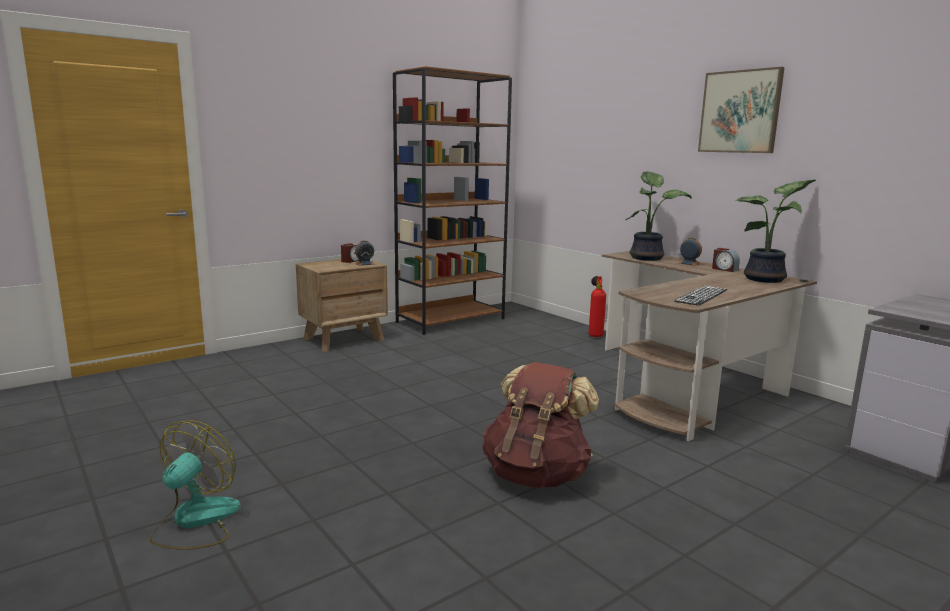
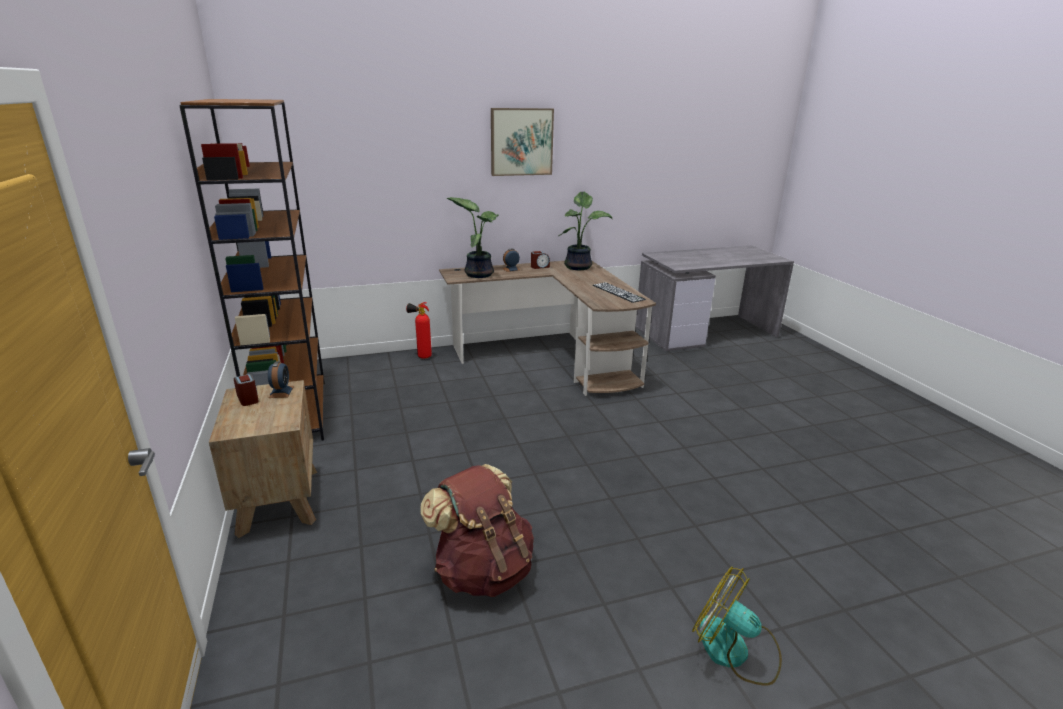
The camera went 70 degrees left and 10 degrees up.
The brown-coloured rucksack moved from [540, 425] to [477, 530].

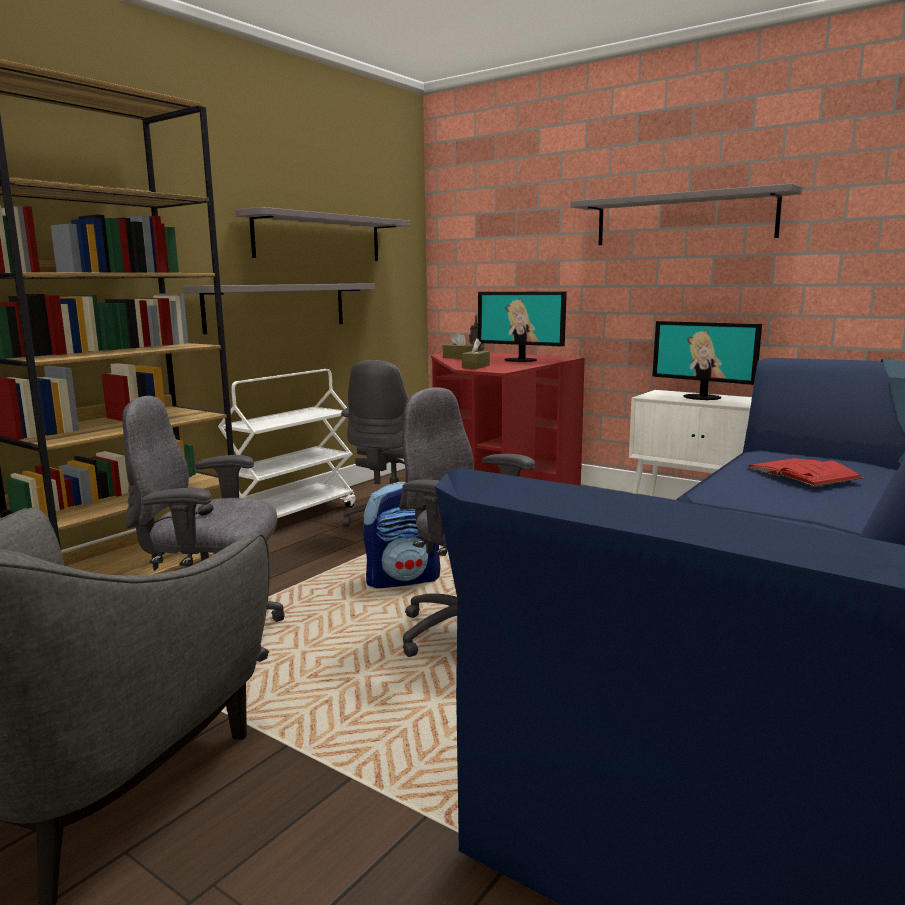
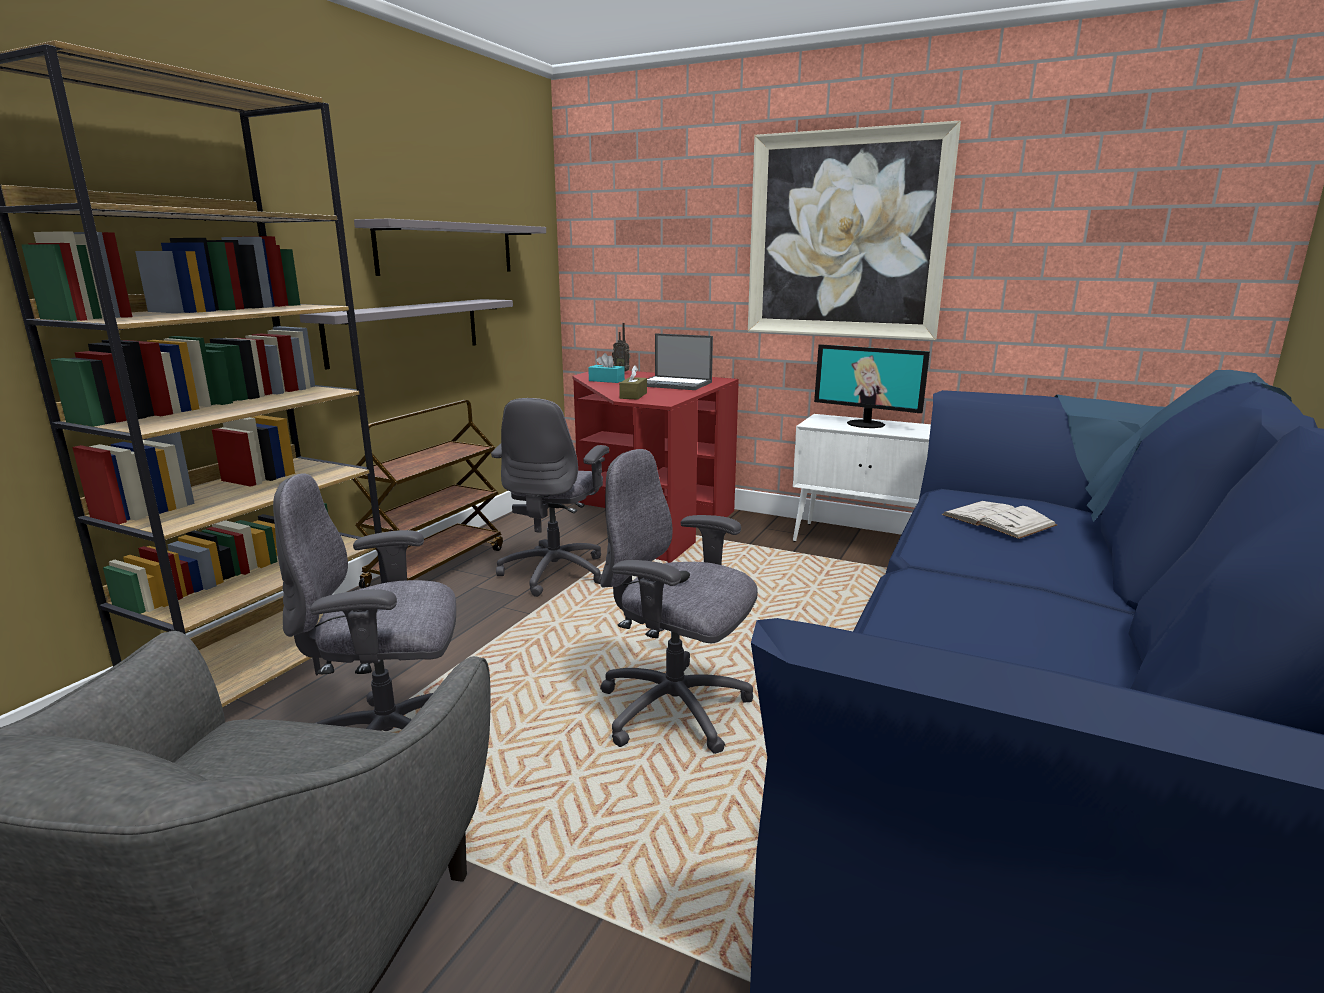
The camera went 10 degrees left and 5 degrees up.
The rucksack at [401, 535] disappeared.
The monitor at [522, 326] was replaced by the laptop at [680, 361].
The grey wall shelf at [686, 214] was replaced by the wall picture at [854, 230].
The whitish wheeled cart at [286, 443] became the brown-coloured wheeled cart at [427, 494].
The brown-coloured box of tissues at [458, 345] became the turquoise box of tissues at [606, 368].
The reddish volume at [805, 472] became the whitish volume at [999, 520].

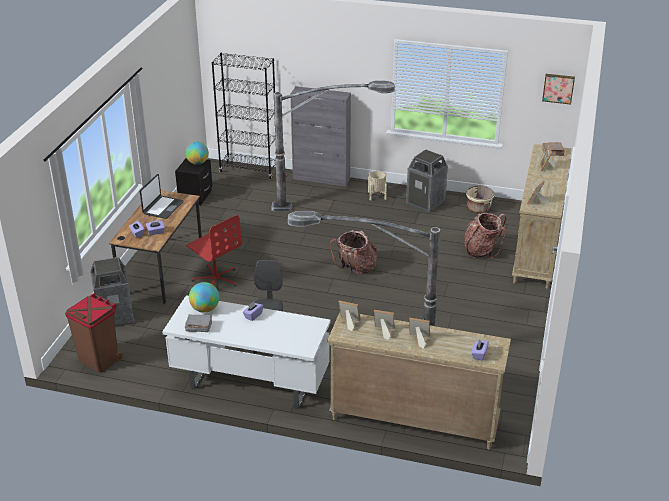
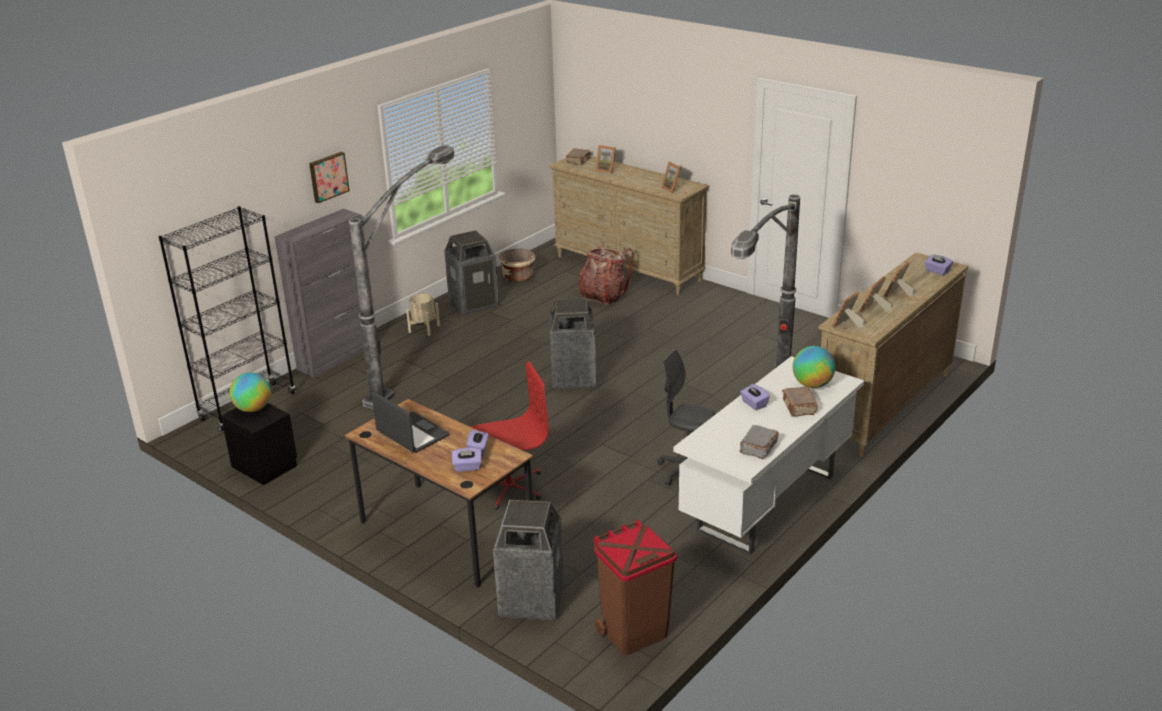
The camera went 65 degrees left and 5 degrees down.
The brown-coloured volume at [800, 402] appeared.
The world globe moved from [204, 297] to [814, 367].
The wall picture moved from [558, 89] to [329, 177].
The rucksack at [353, 253] was replaced by the waste bin at [573, 343].

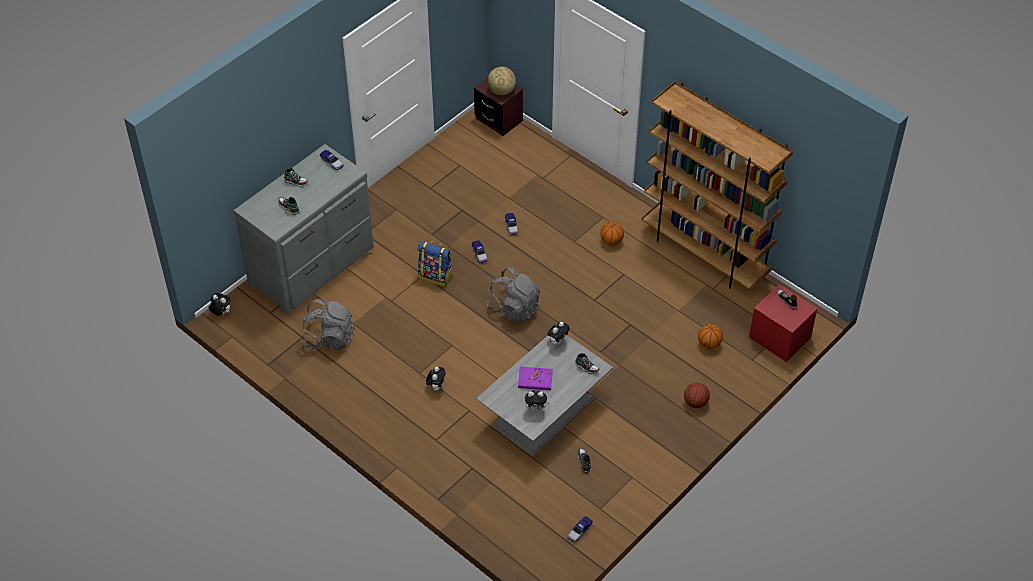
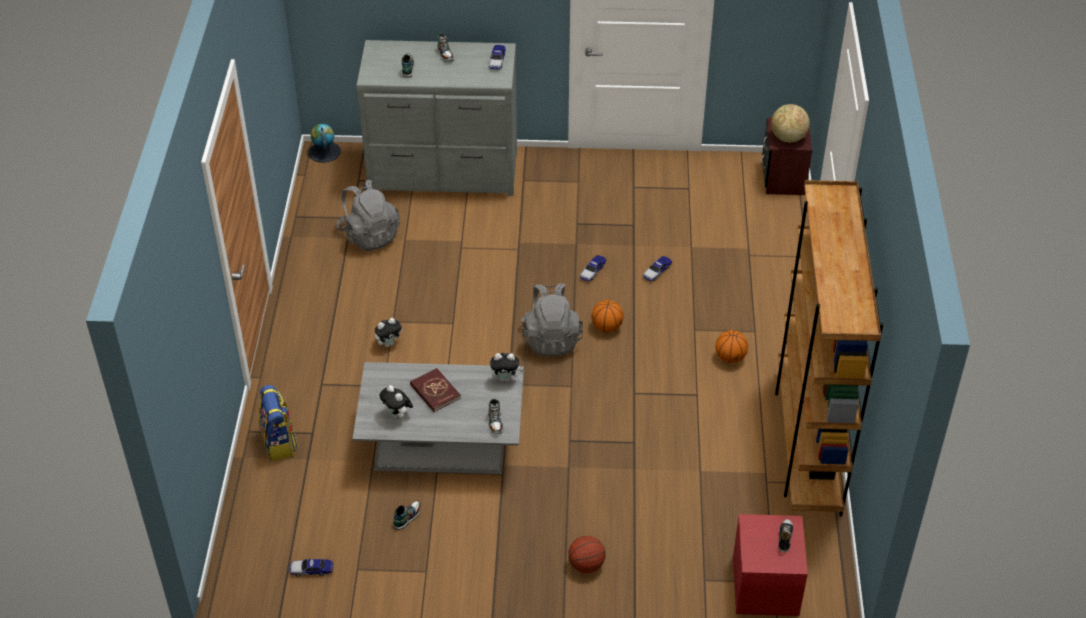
The camera went 50 degrees right and 5 degrees down.
The rucksack moved from [435, 264] to [278, 423].
The basketball moved from [710, 336] to [607, 316].
The plush toy at [220, 304] was replaced by the world globe at [324, 143].
The purple-coloured volume at [535, 378] became the reddish volume at [435, 390].

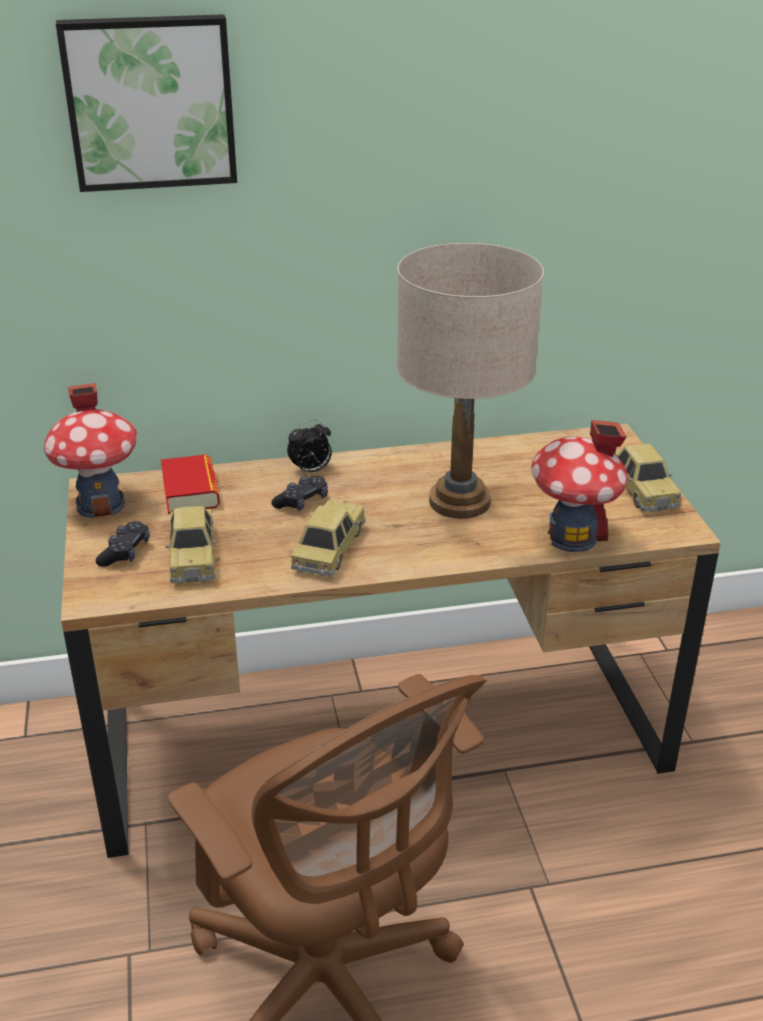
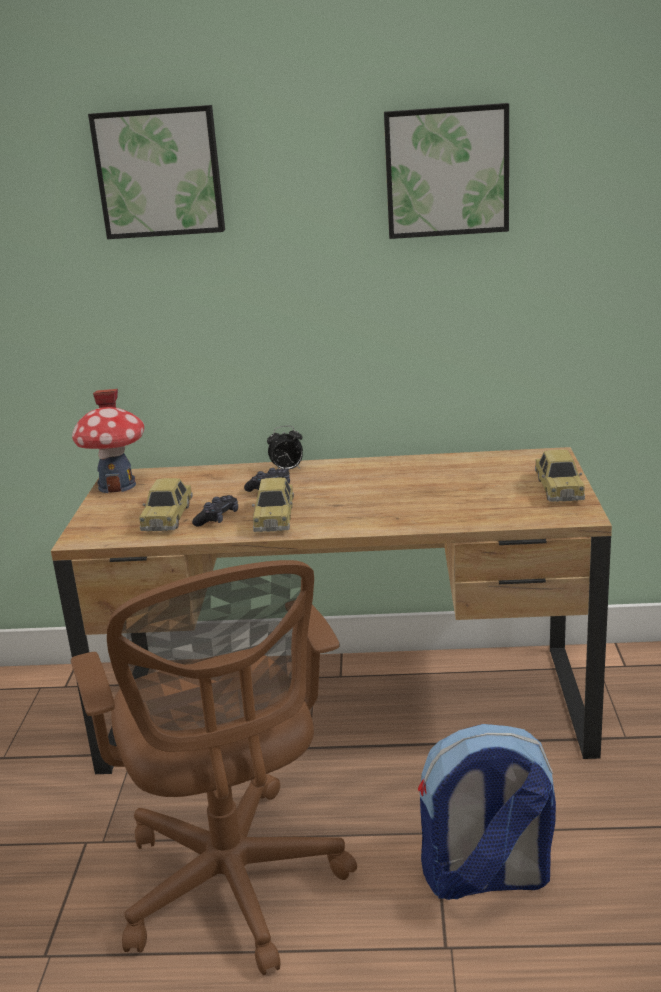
The camera went 15 degrees right and 10 degrees down.
The volume at [190, 484] disappeared.
The sand-coloured table lamp at [470, 381] disappeared.
The miniature house at [580, 486] disappeared.
The wall picture at [446, 171] appeared.
The rucksack at [487, 812] appeared.
The black gamepad moved from [123, 544] to [215, 511].
The model car at [328, 538] turned 150 degrees clockwise.

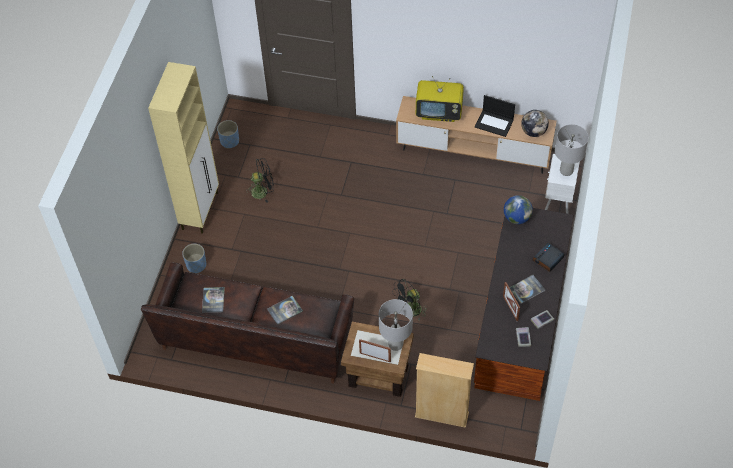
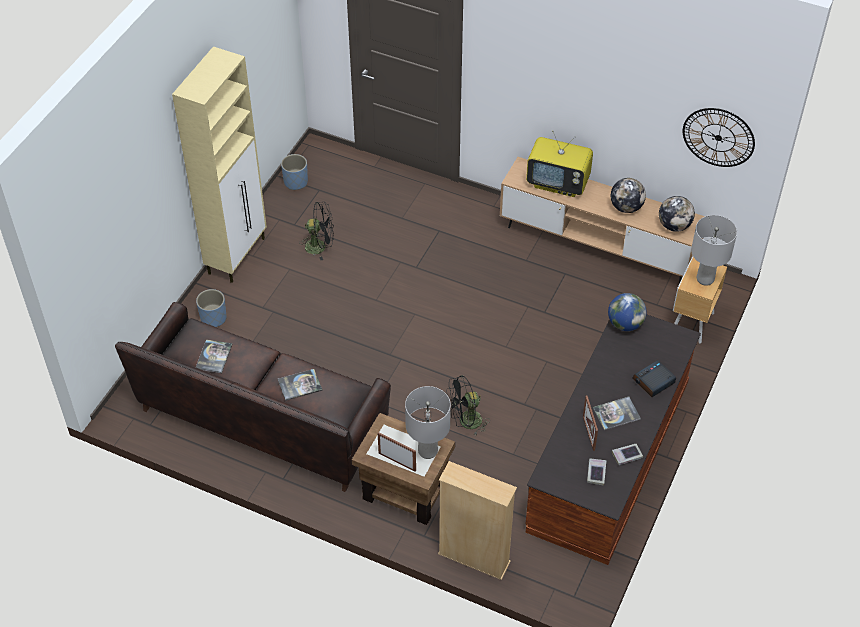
The camera went 10 degrees right and 5 degrees down.
The hanging clock at [719, 137] appeared.
The laptop at [495, 116] was replaced by the world globe at [628, 195].
The whitish bedside table at [562, 184] became the brown-coloured bedside table at [700, 300].

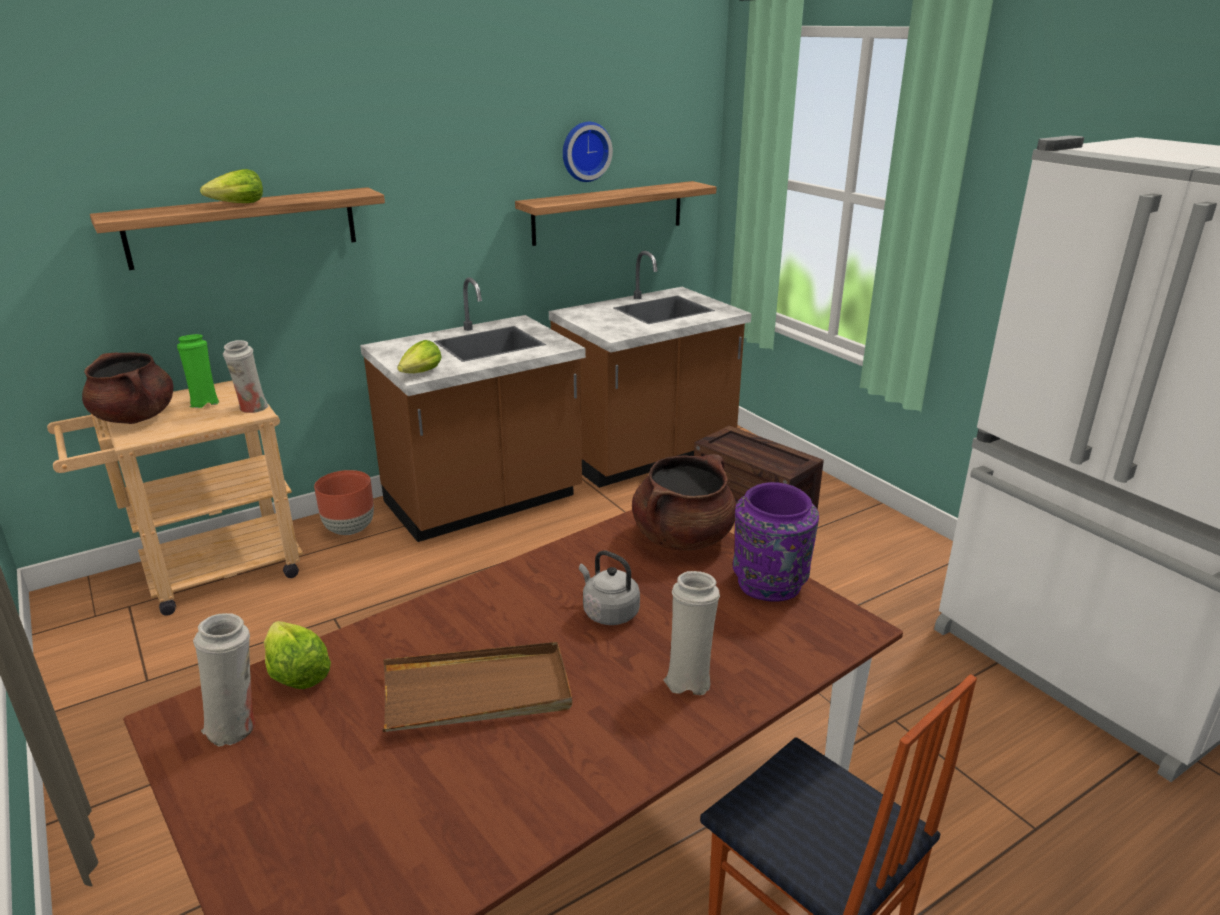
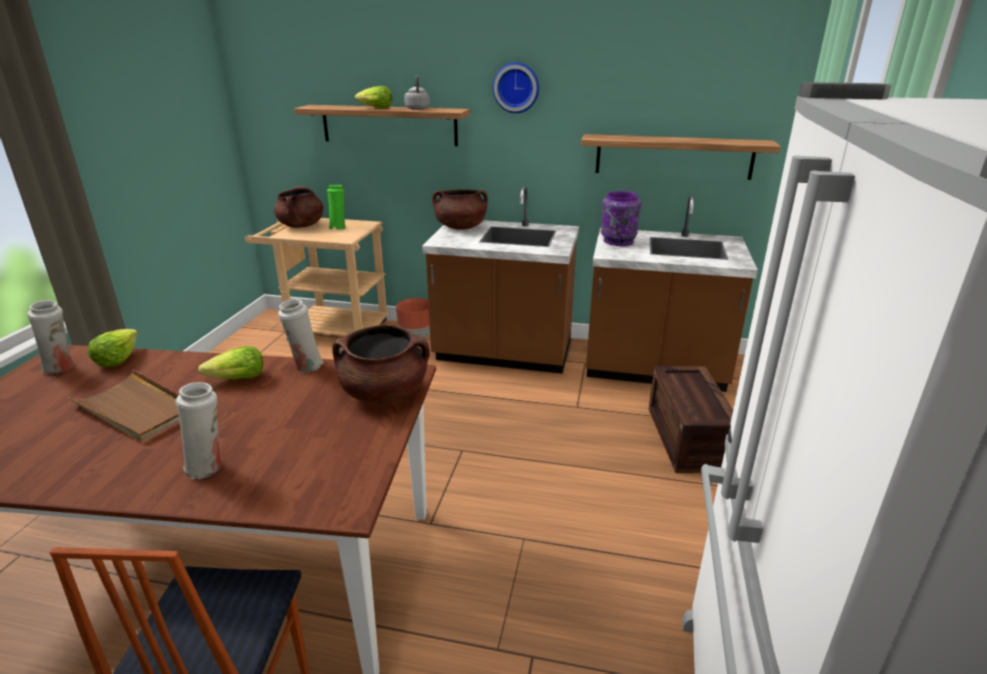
The camera went 45 degrees right and 0 degrees up.
The brown-coloured saucepot at [460, 209] appeared.
The whitish vase moved from [246, 376] to [301, 335].
The head of lettuce moved from [419, 356] to [230, 362].
The hanging clock moved from [588, 152] to [516, 87].
The grey kettle moved from [609, 587] to [417, 93].
The purple-coloured vase moved from [776, 542] to [621, 218].

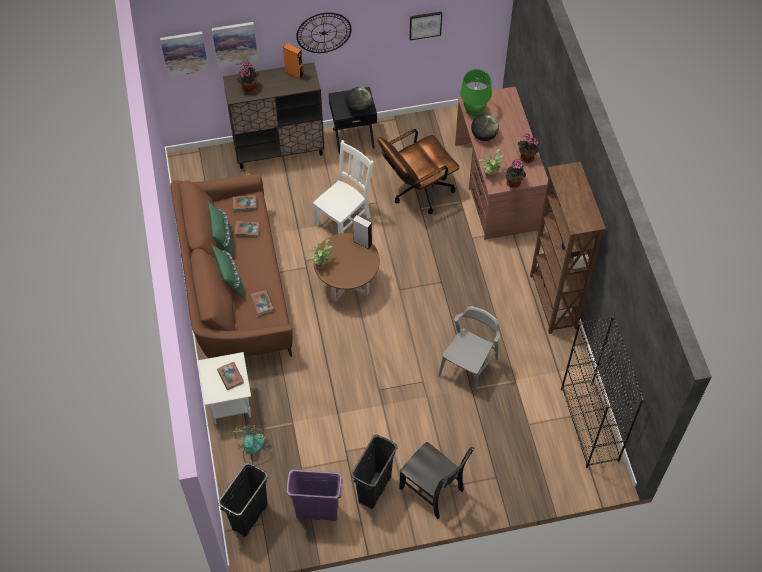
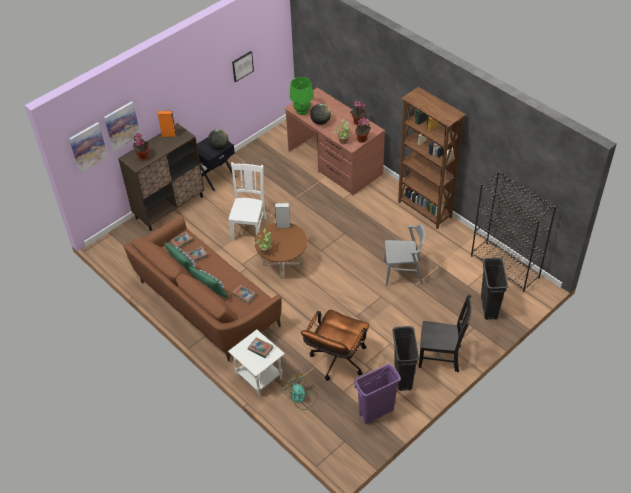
The camera went 30 degrees left and 10 degrees down.
The hanging clock at [324, 32] disappeared.
The black waste bin moved from [243, 500] to [494, 289].
The brown-coloured computer chair moved from [418, 171] to [335, 345].
The grey plain chair at [469, 350] turned 90 degrees clockwise.

